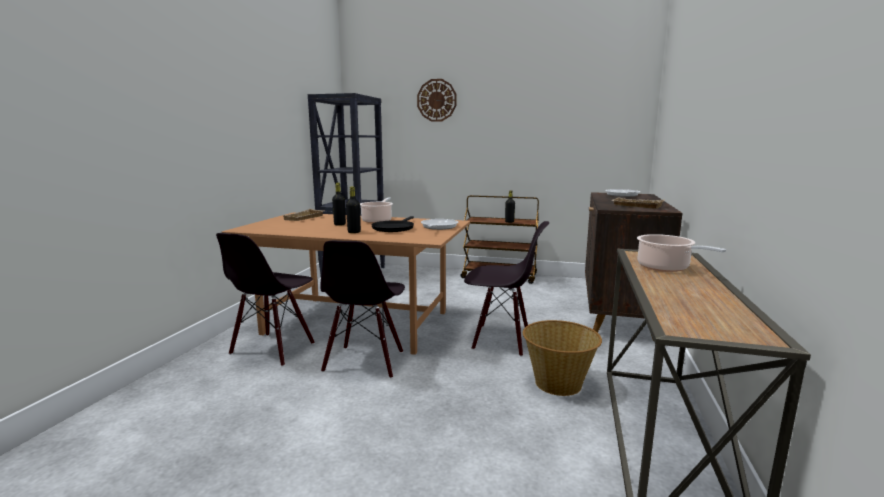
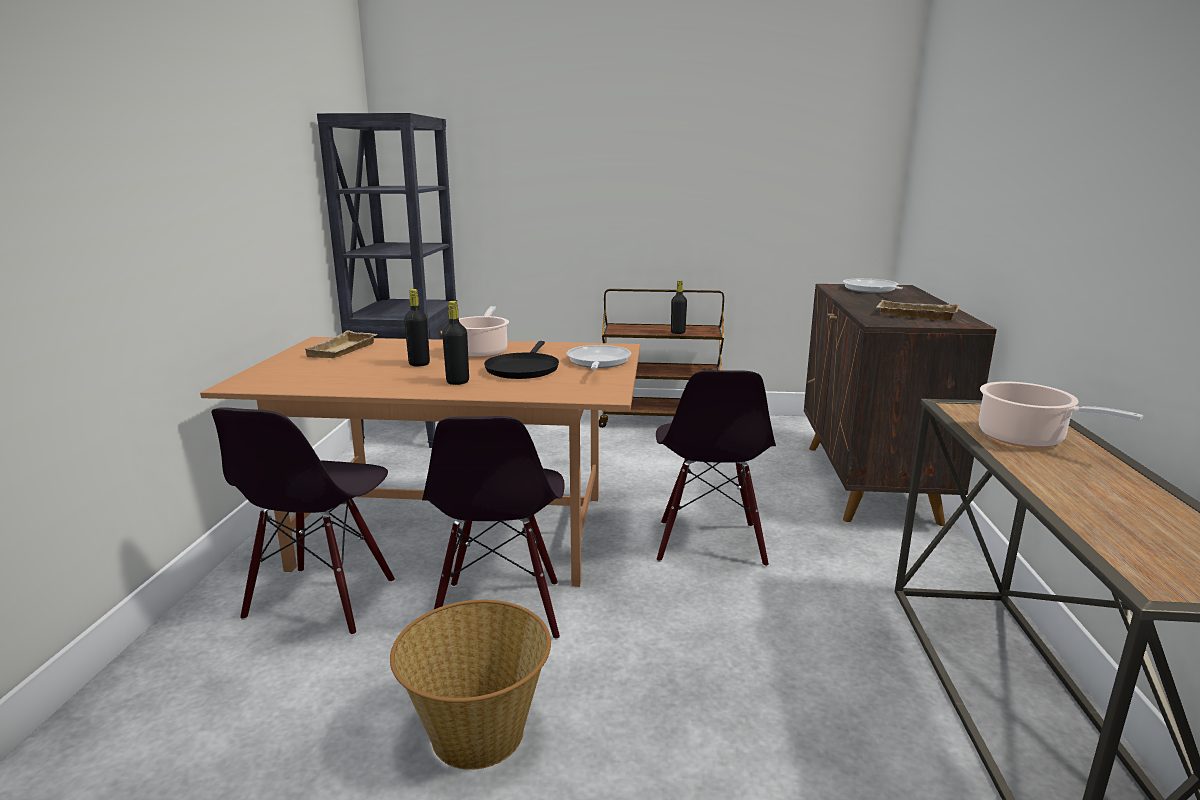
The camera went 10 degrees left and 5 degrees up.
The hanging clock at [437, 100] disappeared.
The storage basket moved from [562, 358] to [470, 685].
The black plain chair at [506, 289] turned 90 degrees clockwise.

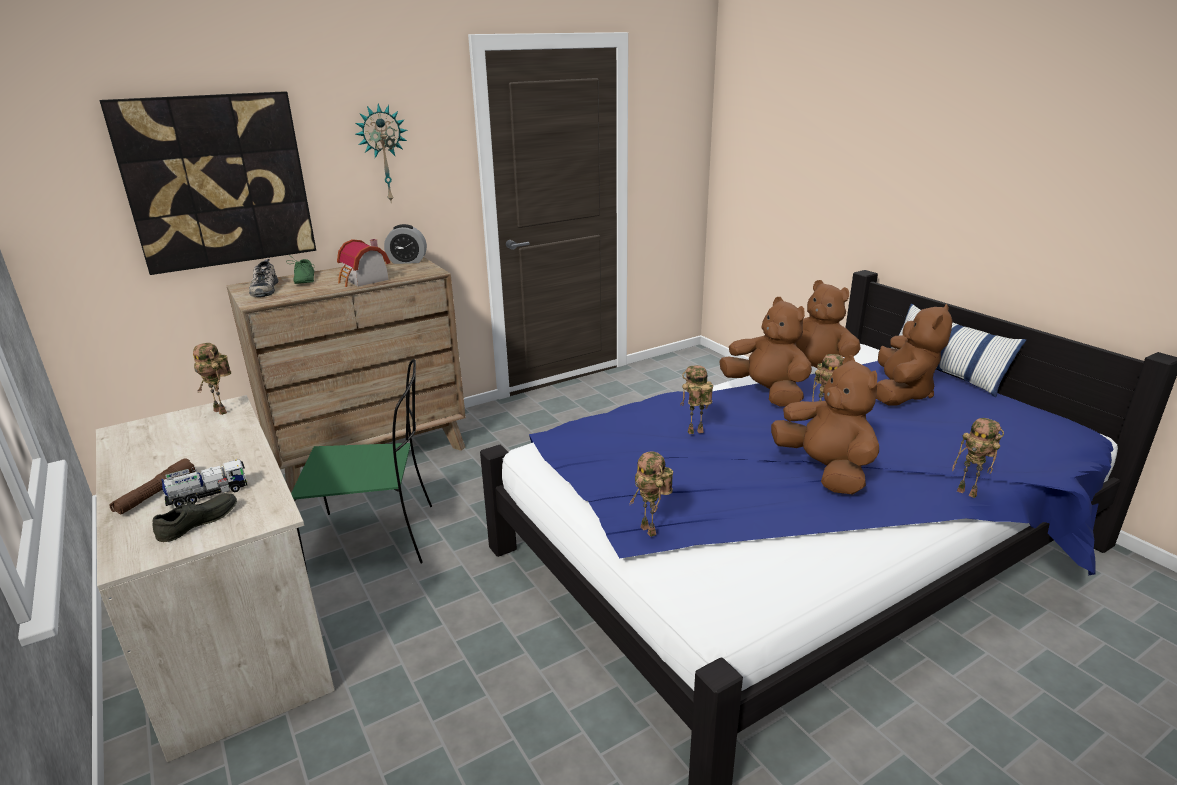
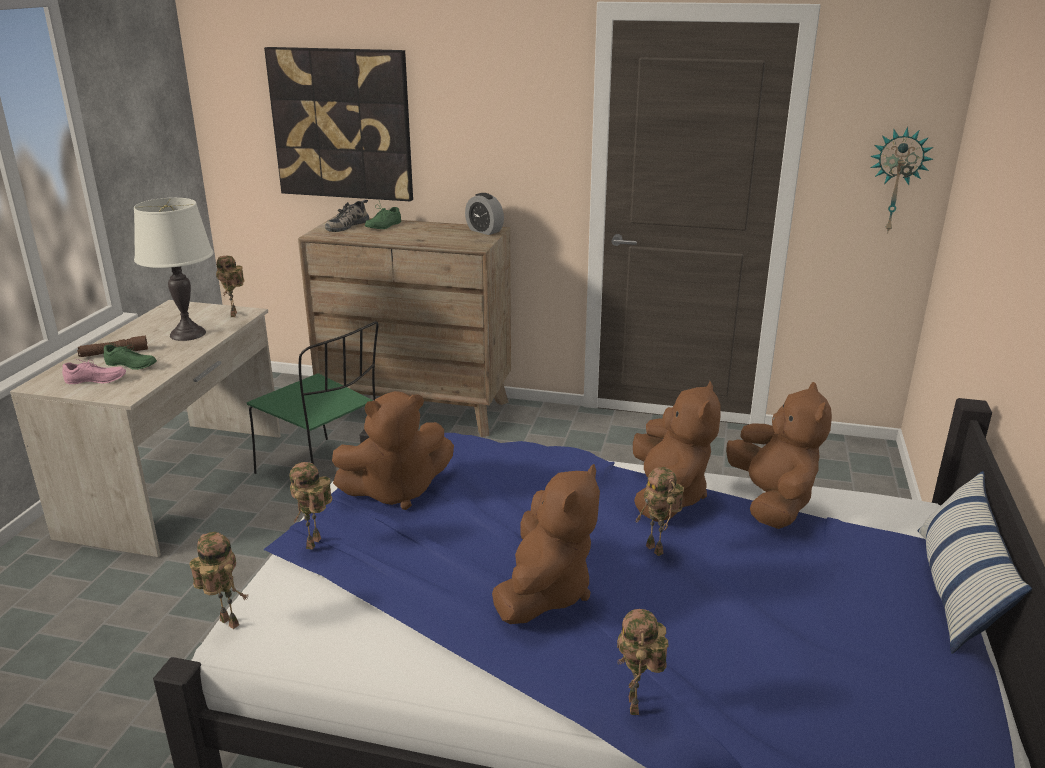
The camera went 45 degrees right and 0 degrees up.
The miniature house at [363, 263] disappeared.
The whitish table lamp at [173, 269] appeared.
The hanging clock moved from [381, 152] to [902, 180].
The model robot moved from [696, 399] to [219, 580].
The brown-coloured plush toy moved from [914, 355] to [393, 450].
The toy truck at [204, 483] was replaced by the green shoe at [130, 356].
The grey shoe at [194, 517] became the pinkish shoe at [94, 371].

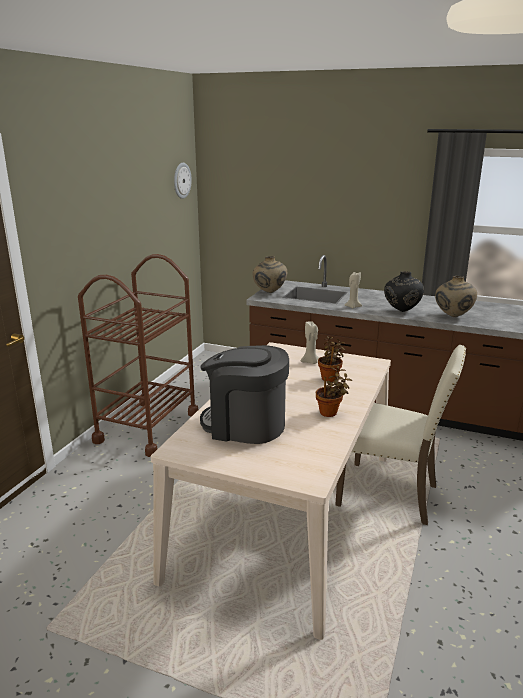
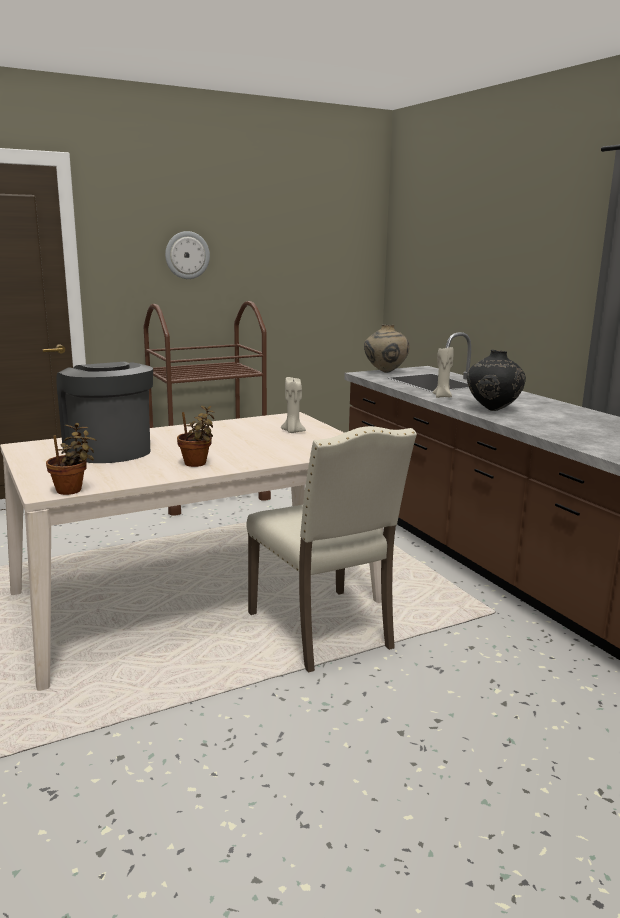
The camera went 40 degrees right and 5 degrees down.
The sand-coloured vase at [456, 296] disappeared.
The hanging clock moved from [183, 181] to [187, 255].
The houseplant moved from [331, 359] to [71, 459].

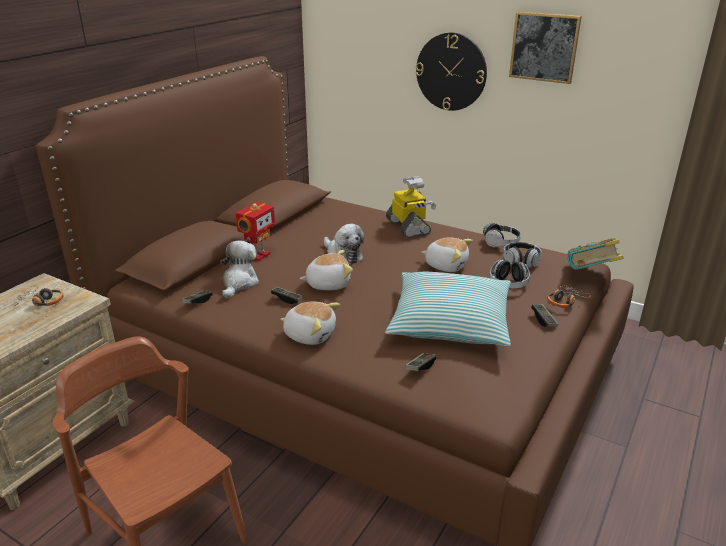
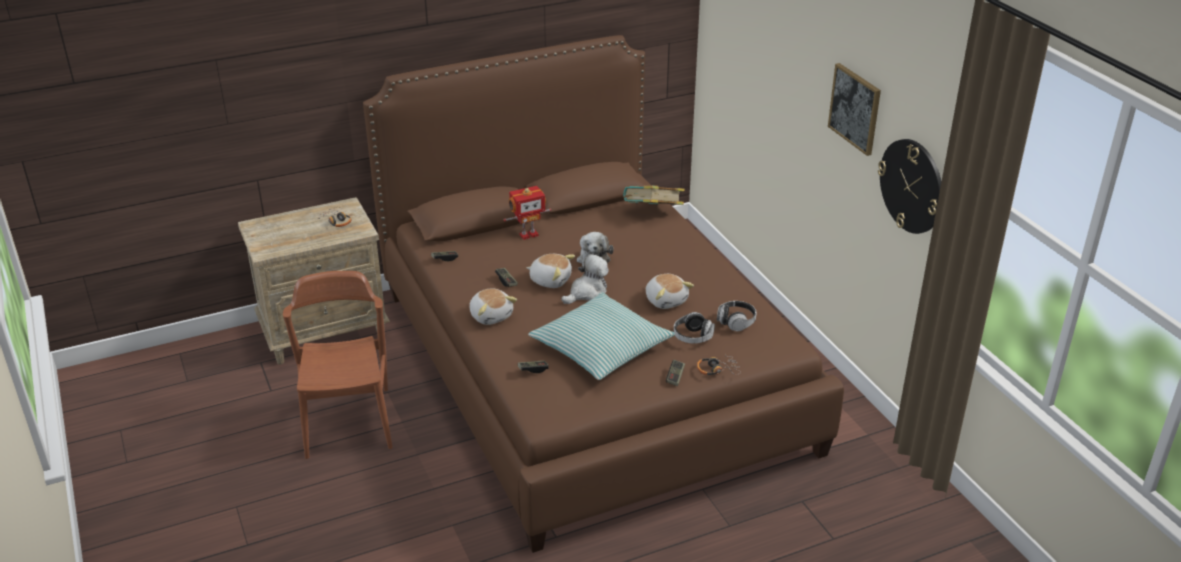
The camera went 35 degrees right and 5 degrees up.
The model robot at [411, 207] disappeared.
The headset at [502, 235] disappeared.
The plush toy moved from [239, 269] to [585, 279].
The hanging clock moved from [451, 72] to [910, 186].
The volume moved from [595, 254] to [653, 195].

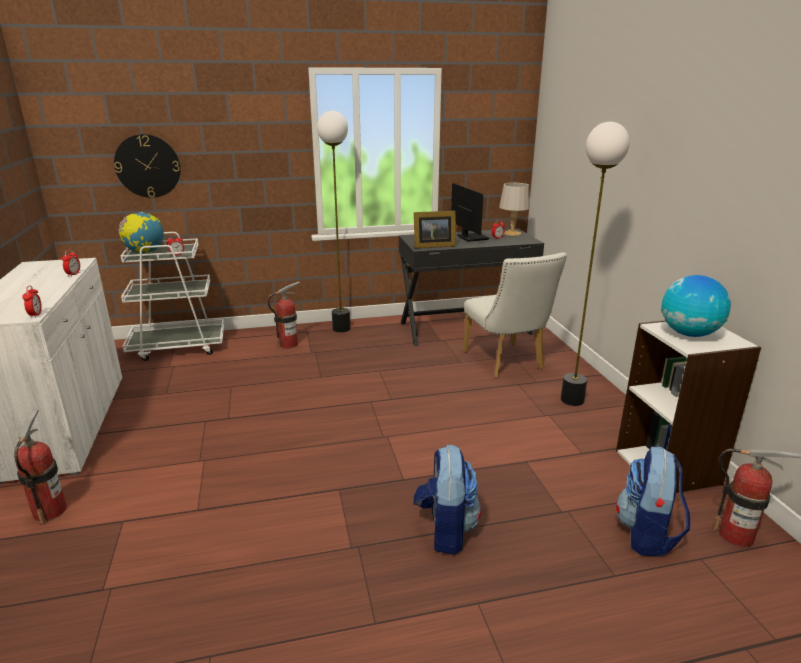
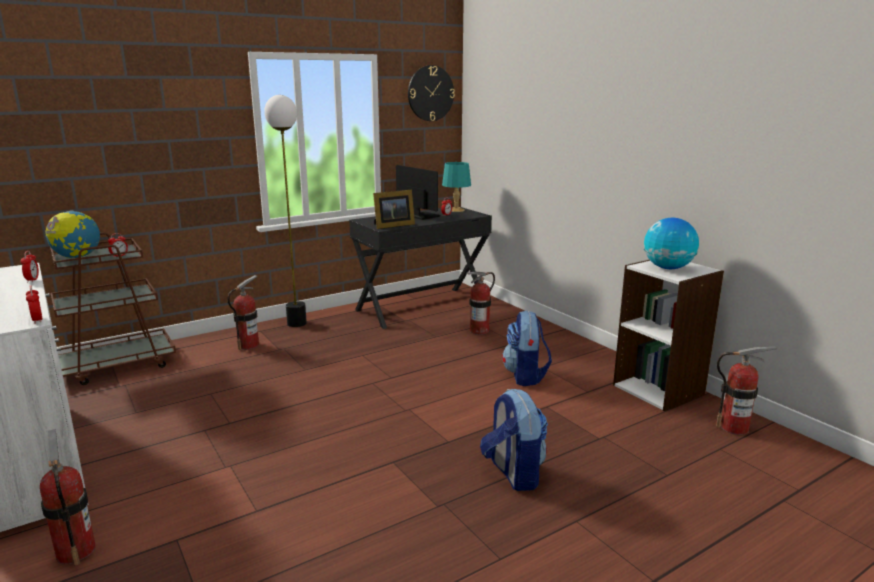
The camera went 20 degrees left and 5 degrees down.
The standing lamp at [595, 264] disappeared.
The hanging clock moved from [147, 166] to [431, 93].
The rucksack moved from [653, 501] to [527, 348].
The whitish plain chair at [515, 315] was replaced by the fire-fighting cylinder at [480, 303].
The whitish wheeled cart at [172, 296] became the brown-coloured wheeled cart at [113, 308].
The grey table lamp at [514, 209] became the turquoise table lamp at [456, 187].

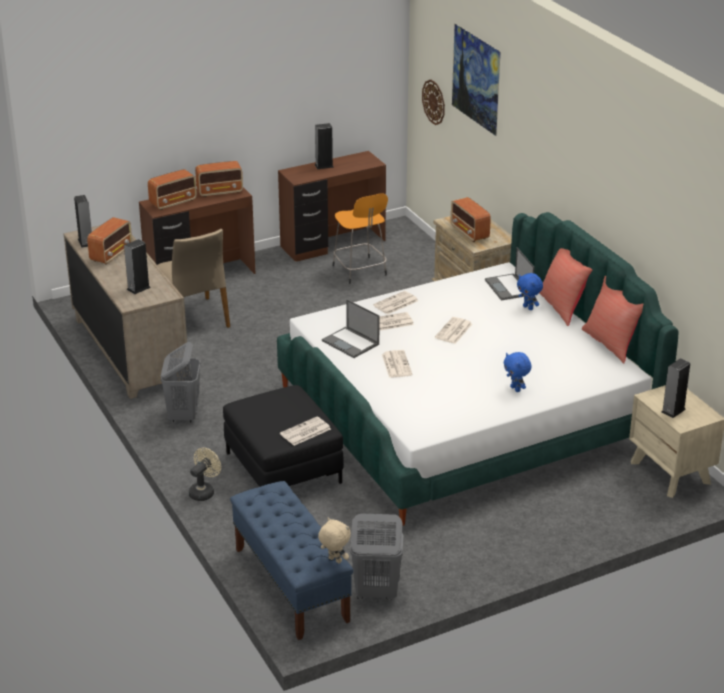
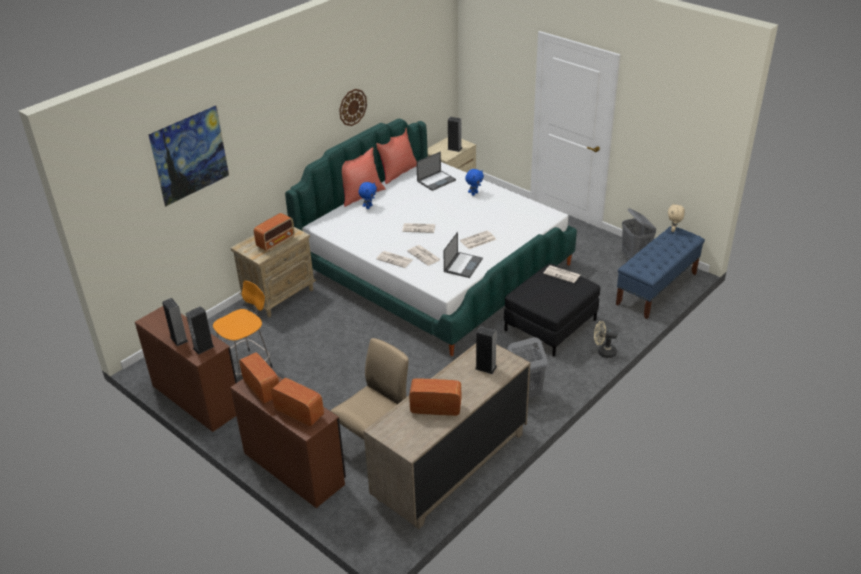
The camera went 110 degrees left and 5 degrees up.
The speaker moved from [83, 221] to [200, 330].
The hanging clock moved from [433, 102] to [353, 107].
The laptop moved from [510, 274] to [436, 171].

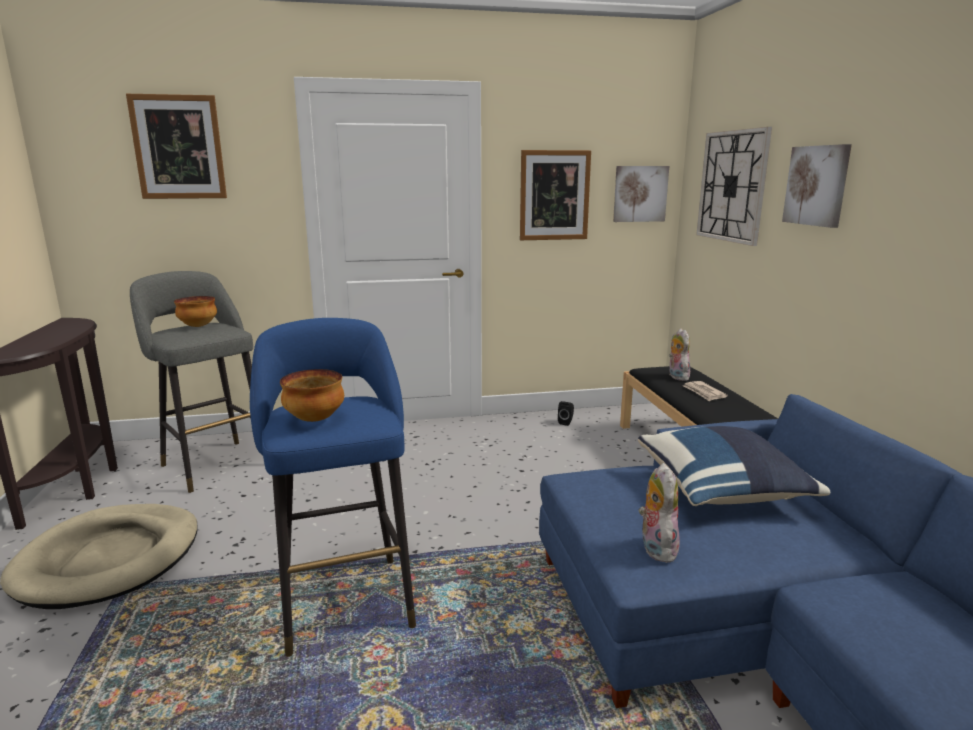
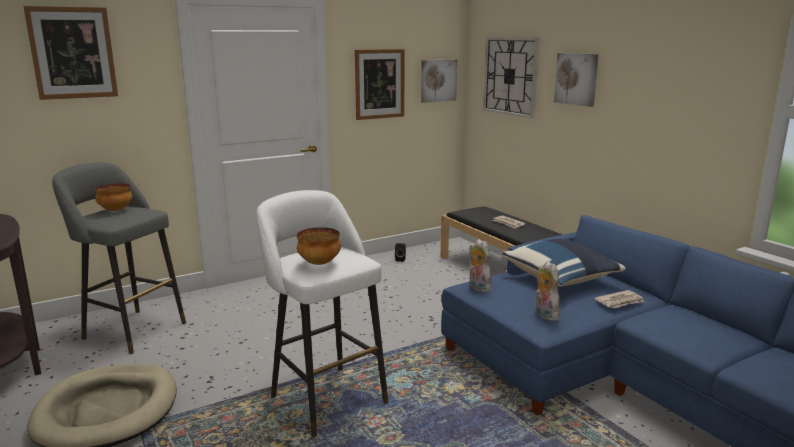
The camera went 20 degrees left and 0 degrees up.
The newspaper at [619, 299] appeared.
The plush toy moved from [679, 354] to [481, 266].
The blue sitting stool at [333, 487] became the whitish sitting stool at [322, 313].

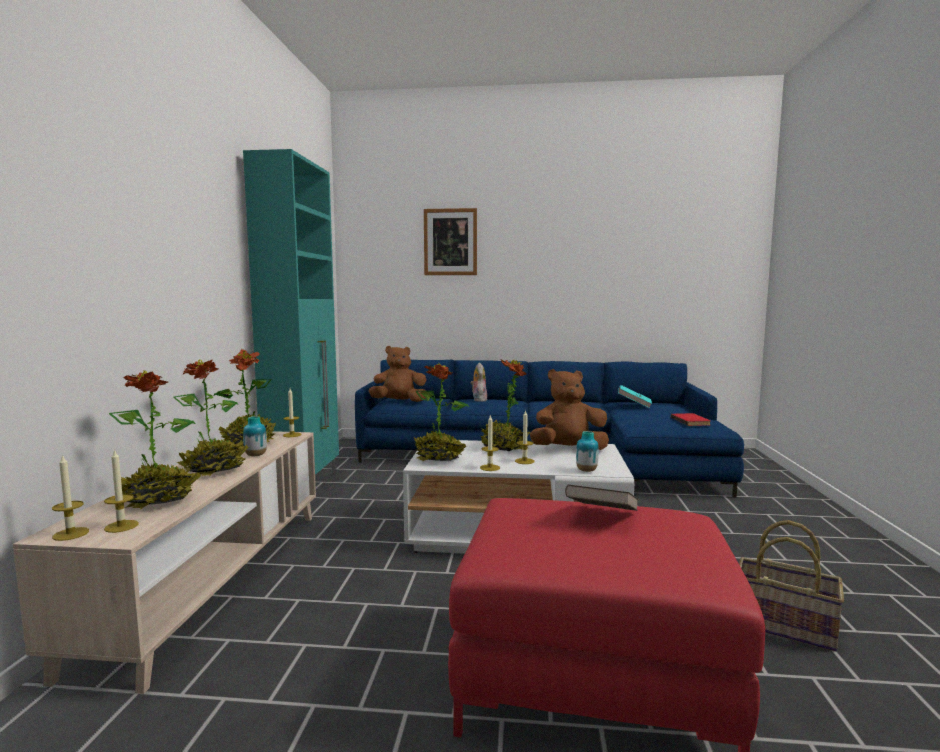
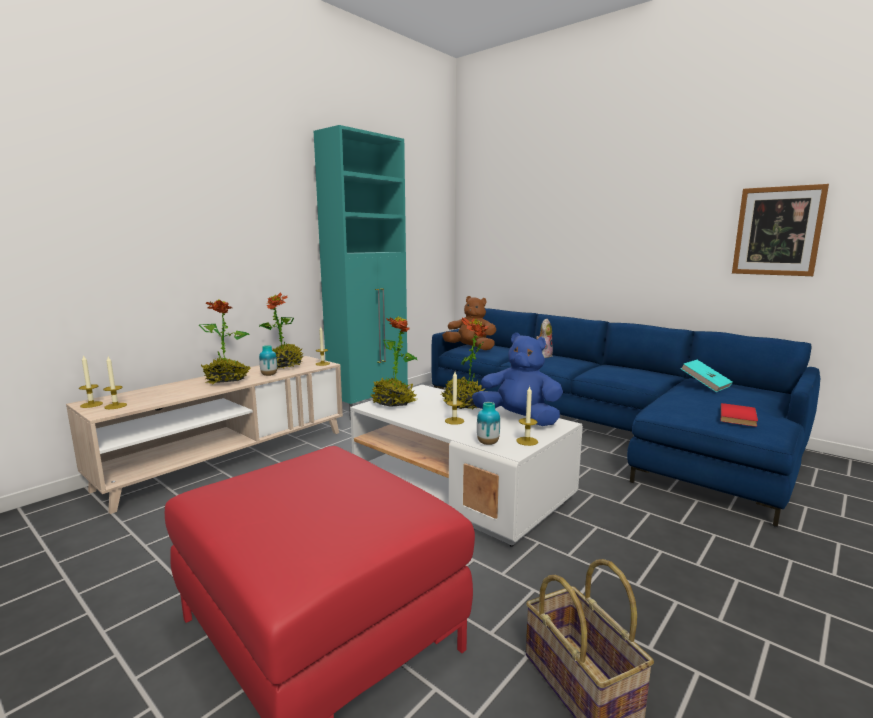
The camera went 35 degrees right and 5 degrees up.
The houseplant at [155, 440] disappeared.
The brown-coloured volume at [602, 497] disappeared.
The wall picture moved from [450, 241] to [780, 230].
The candle moved from [490, 442] to [527, 416].
The brown-coloured plush toy at [569, 409] became the blue plush toy at [517, 379].

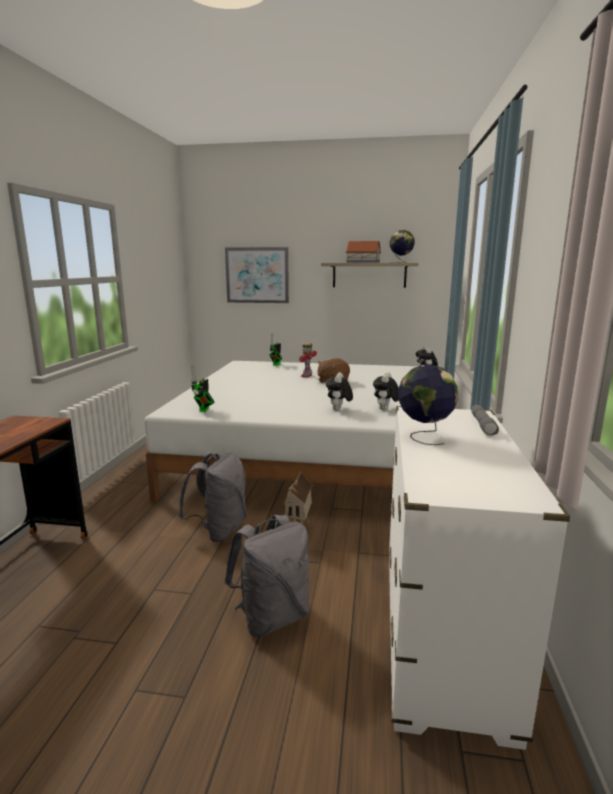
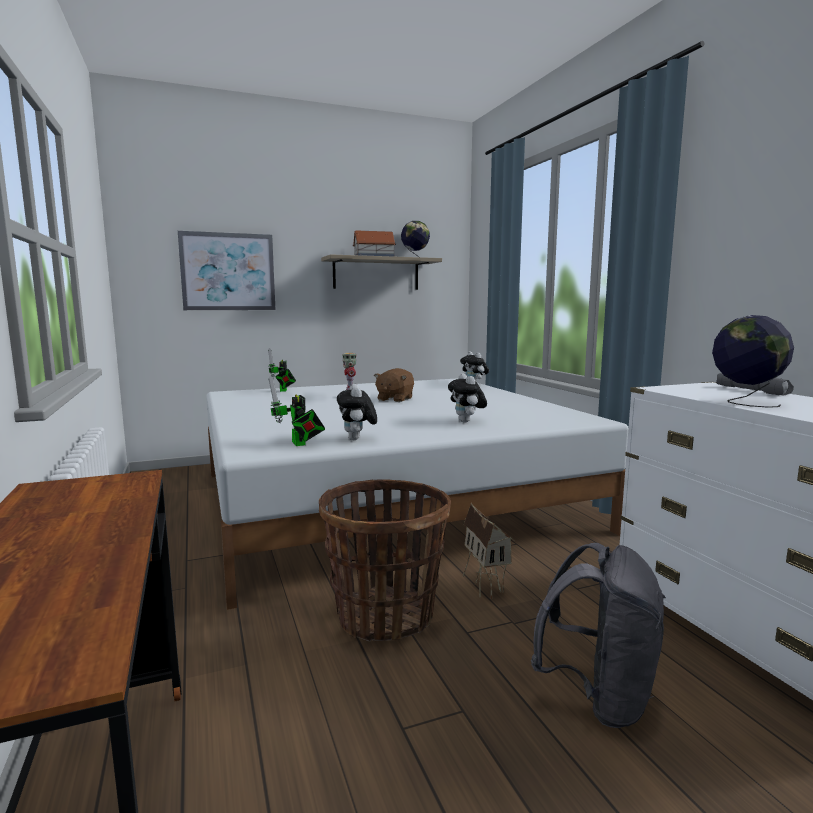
The camera went 30 degrees left and 5 degrees down.
The plush toy moved from [386, 391] to [357, 412].
The grey rucksack at [212, 497] was replaced by the storage basket at [385, 560].

